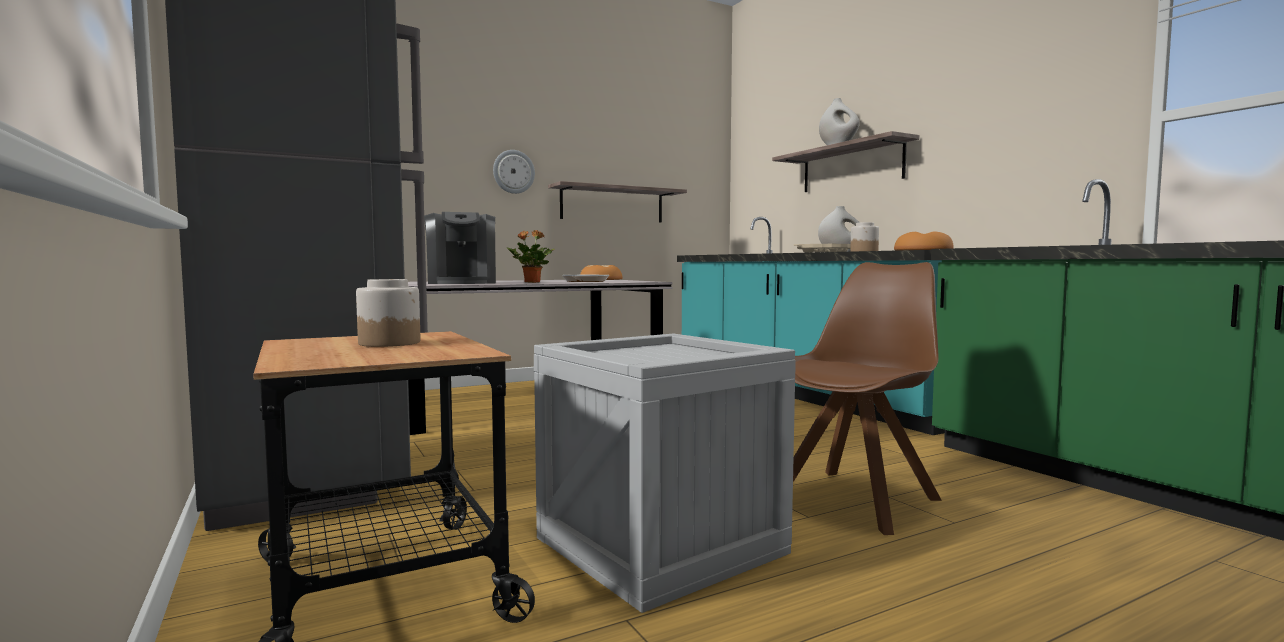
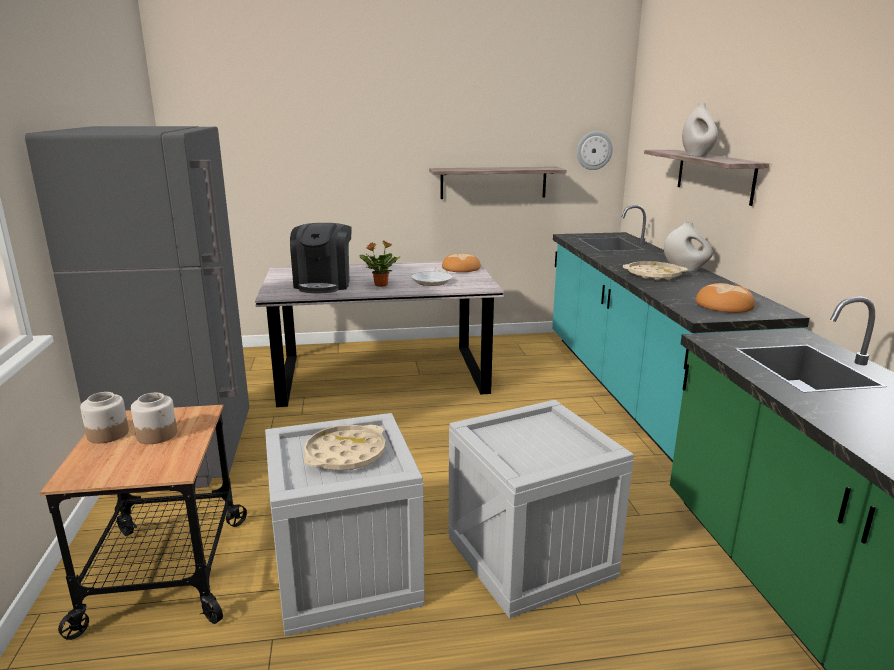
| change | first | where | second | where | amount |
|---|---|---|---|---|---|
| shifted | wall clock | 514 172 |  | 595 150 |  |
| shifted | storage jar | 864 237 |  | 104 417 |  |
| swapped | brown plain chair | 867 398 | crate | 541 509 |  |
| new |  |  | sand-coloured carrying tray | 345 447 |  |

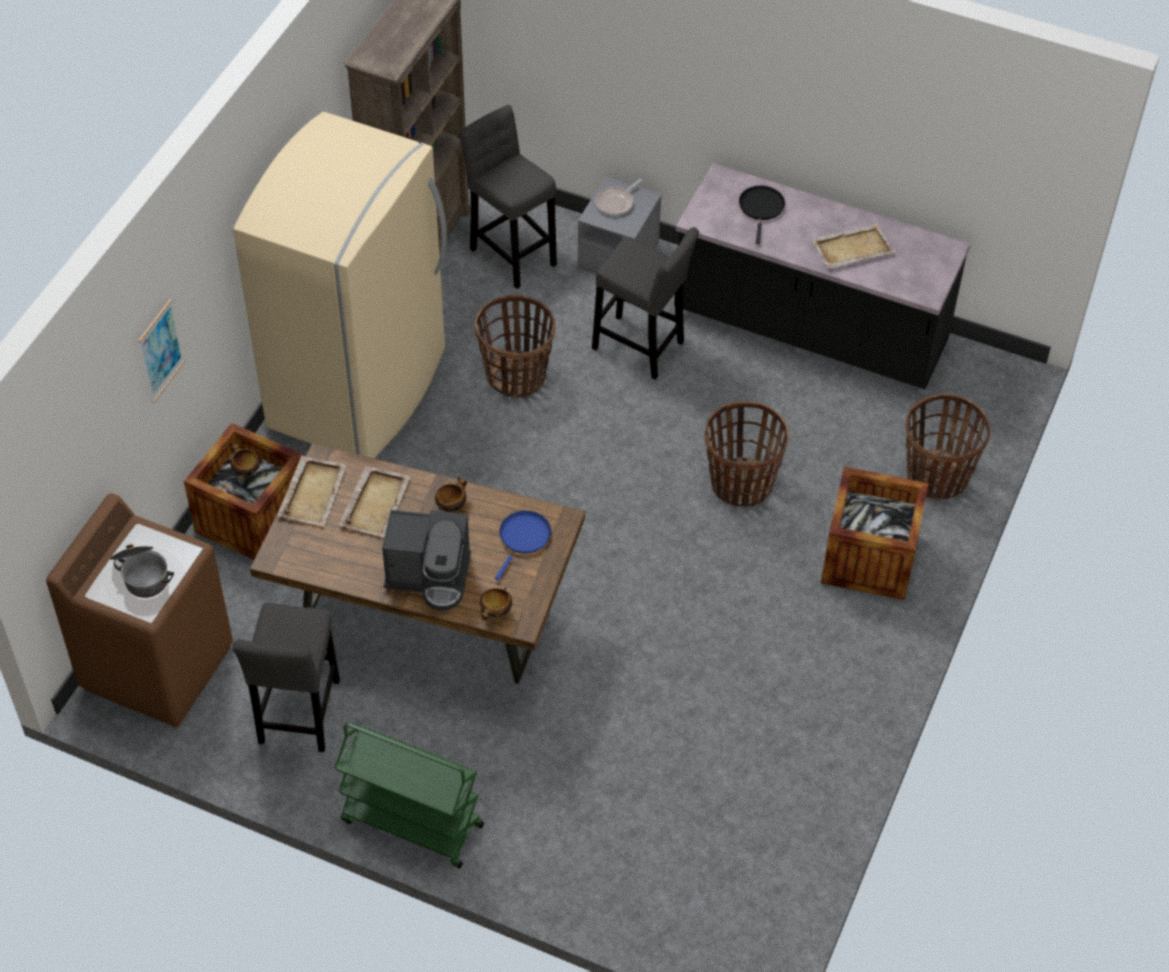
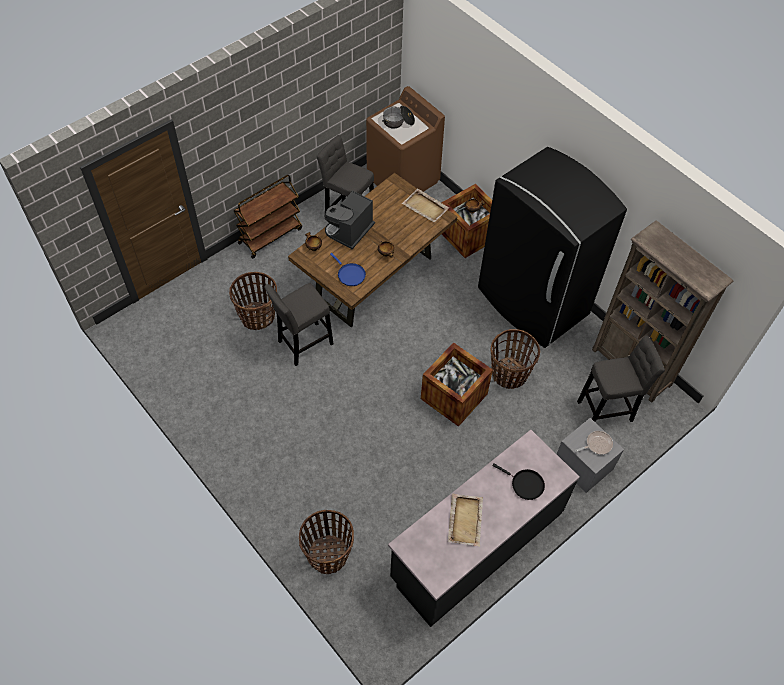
| change | first | where | second | where | amount |
|---|---|---|---|---|---|
| repainted | sand-coloured fridge | 340 285 | black-coloured fridge | 552 247 |  |
| rotated | frying pan | 618 197 |  | 594 443 | 90 degrees clockwise |
| shifted | grey stool seat | 645 303 |  | 299 324 |  |
| gone | picture | 161 351 |  |  |  |
| shifted | basket | 747 454 |  | 253 301 |  |
| gone | sand-coloured carrying tray | 375 501 |  |  |  |
| shifted | crate | 875 533 |  | 457 384 |  |
| repainted | green-coloured trolley | 409 795 | brown trolley | 268 217 |  |

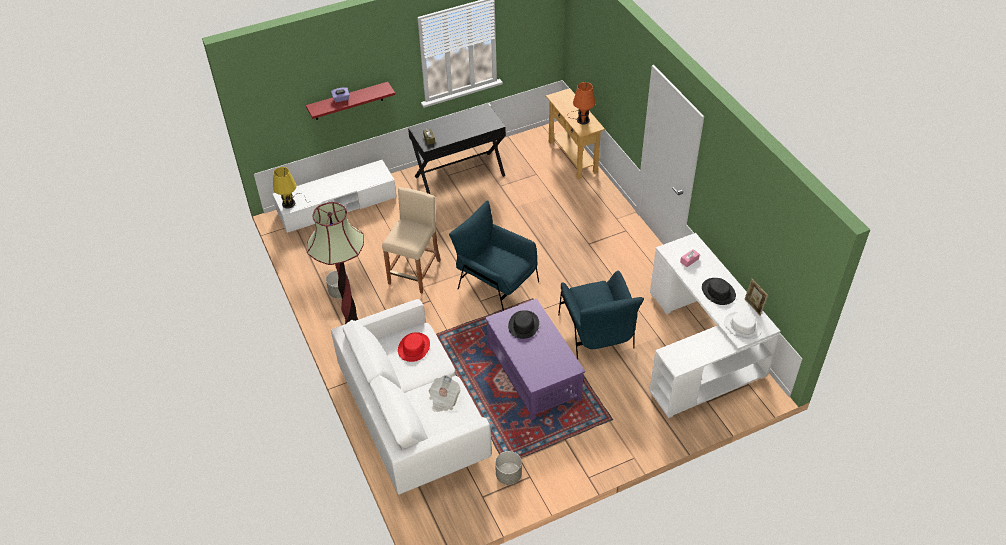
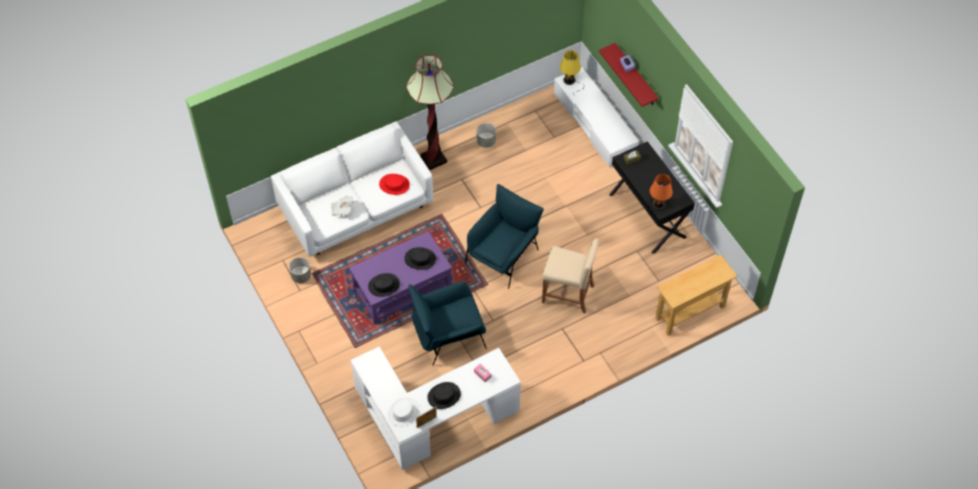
| change | first | where | second | where | amount |
|---|---|---|---|---|---|
| shifted | orange-coloured tabletop lamp | 581 103 |  | 661 192 |  |
| shifted | sand-coloured stool seat | 411 240 |  | 570 276 |  |
| new |  |  | black-coloured clothing hat | 384 285 |  |

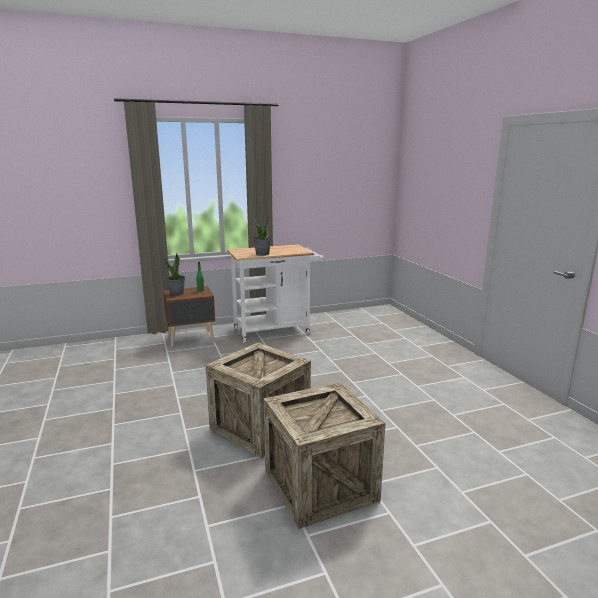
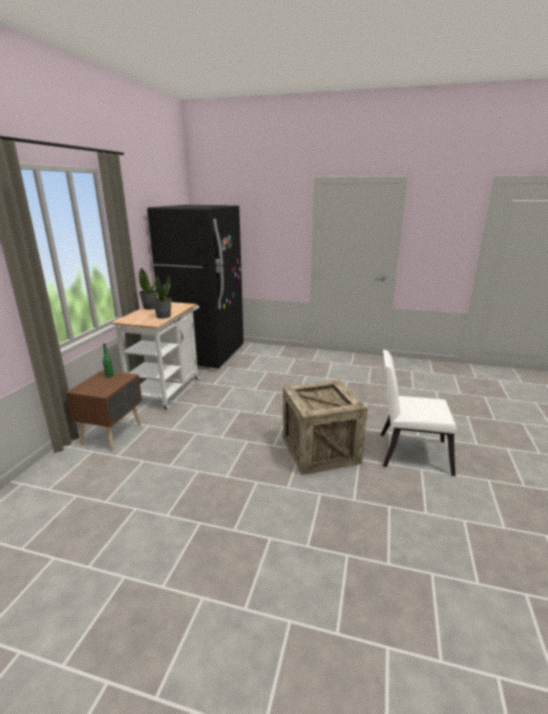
| change | first | where | second | where | amount |
|---|---|---|---|---|---|
| shifted | houseplant | 175 274 |  | 148 289 |  |
| swapped | crate | 324 455 | white-coloured plain chair | 419 413 |  |
| new |  |  | black-coloured fridge | 195 287 |  |

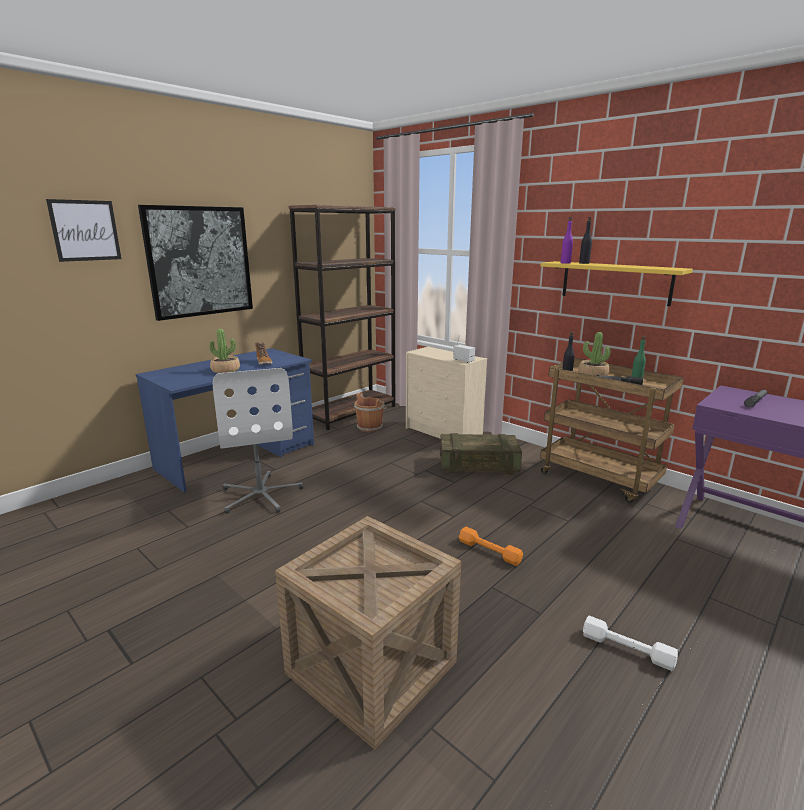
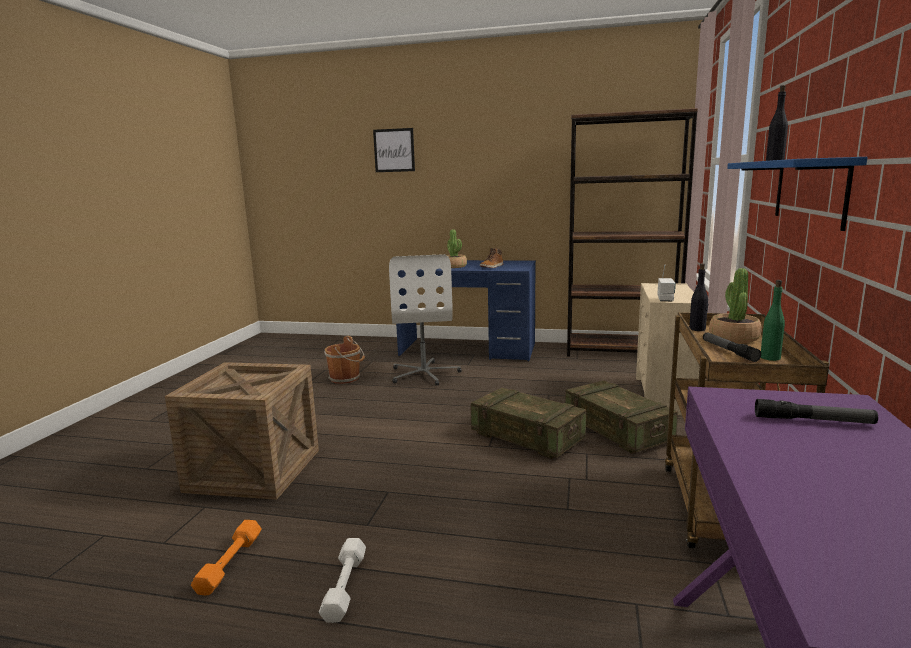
| change | first | where | second | where | amount |
|---|---|---|---|---|---|
| gone | picture | 195 263 |  |  |  |
| gone | purplish bottle | 567 240 |  |  |  |
| repainted | yellow bracket shelf | 617 283 | blue-coloured bracket shelf | 797 194 |  |
| rotated | white-coloured computer chair | 258 441 |  | 425 320 | 45 degrees counterclockwise |
| shifted | brown water bucket | 370 412 |  | 344 360 |  |
| shifted | orange-coloured dumbbell | 491 546 |  | 226 557 |  |
| new |  |  | crate | 528 423 |  |

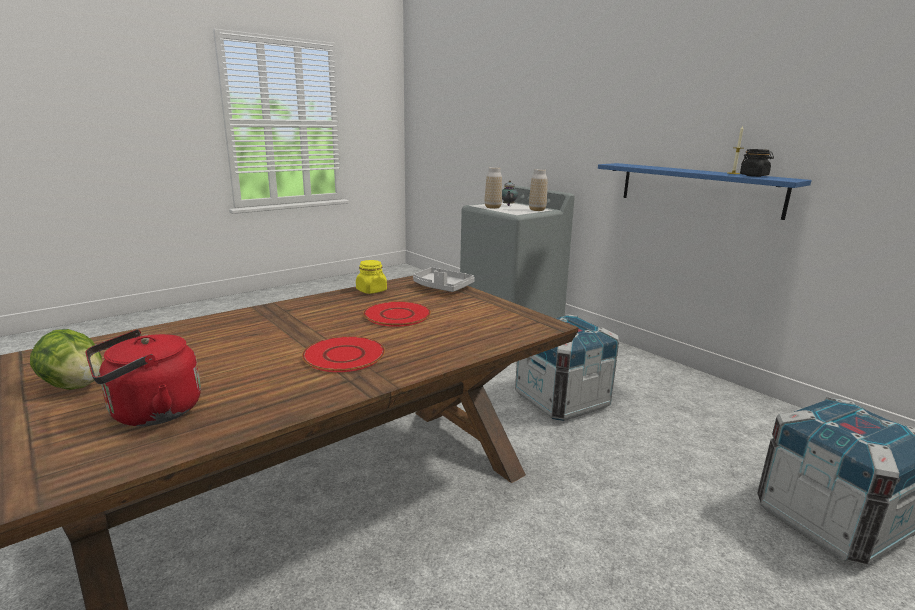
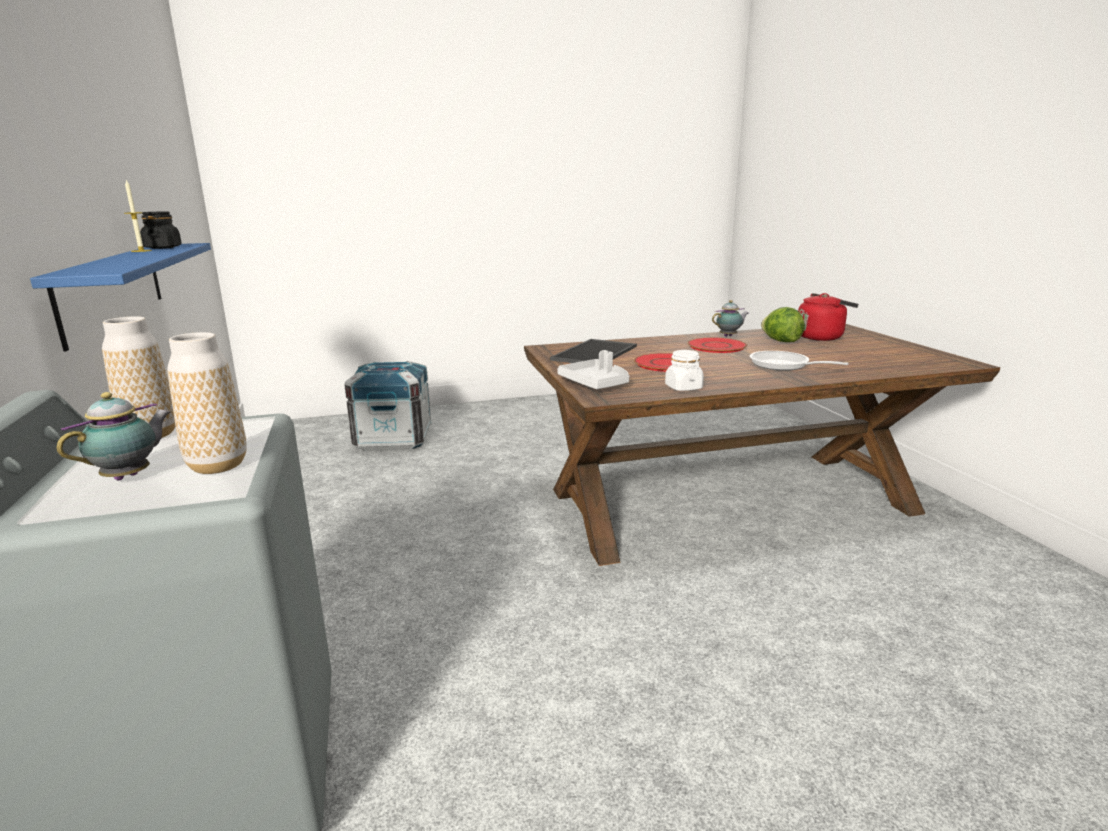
| change | first | where | second | where | amount |
|---|---|---|---|---|---|
| repainted | yellow storage jar | 371 277 | white-coloured storage jar | 684 370 |  |
| gone | crate | 567 367 |  |  |  |
| shifted | lettuce | 66 359 |  | 783 324 |  |
| new |  |  | teapot | 730 318 |  |
| new |  |  | carrying tray | 593 351 |  |
| new |  |  | frying pan | 799 361 |  |

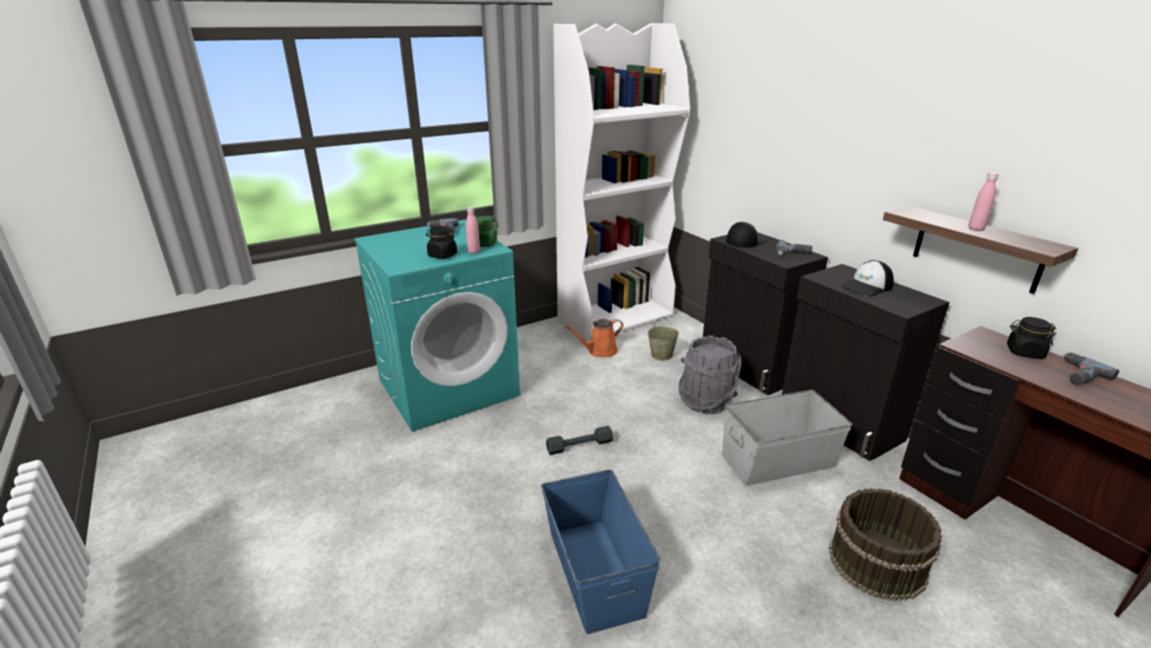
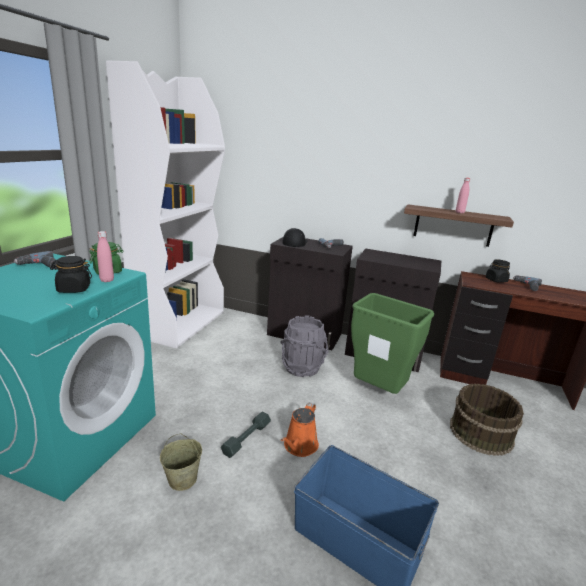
| change | first | where | second | where | amount |
|---|---|---|---|---|---|
| gone | baseball cap | 867 278 |  |  |  |
| shifted | sand-coloured water bucket | 663 338 |  | 181 462 |  |
| shifted | orange-coloured watering pot | 594 338 |  | 300 429 |  |
| swapped | grey storage bin | 787 438 | green-coloured waste bin | 392 343 |  |

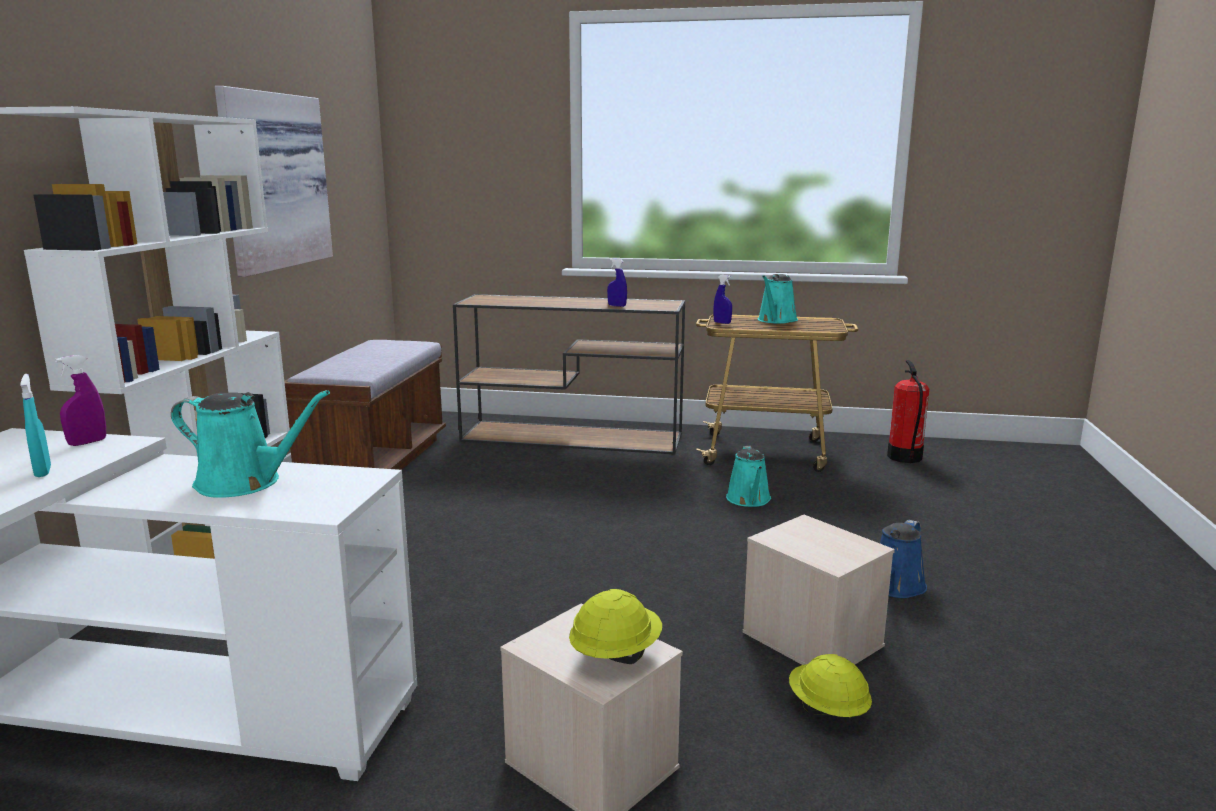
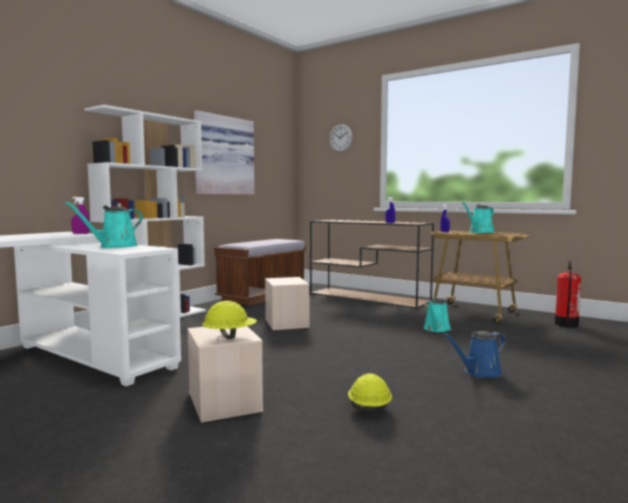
| change | first | where | second | where | amount |
|---|---|---|---|---|---|
| gone | turquoise-coloured hand sprayer | 35 425 |  |  |  |
| rotated | turquoise-coloured watering pot | 250 444 |  | 104 225 | 90 degrees clockwise |
| shifted | sand-coloured storage bin | 819 590 |  | 287 303 |  |
| new |  |  | wall clock | 341 138 |  |

